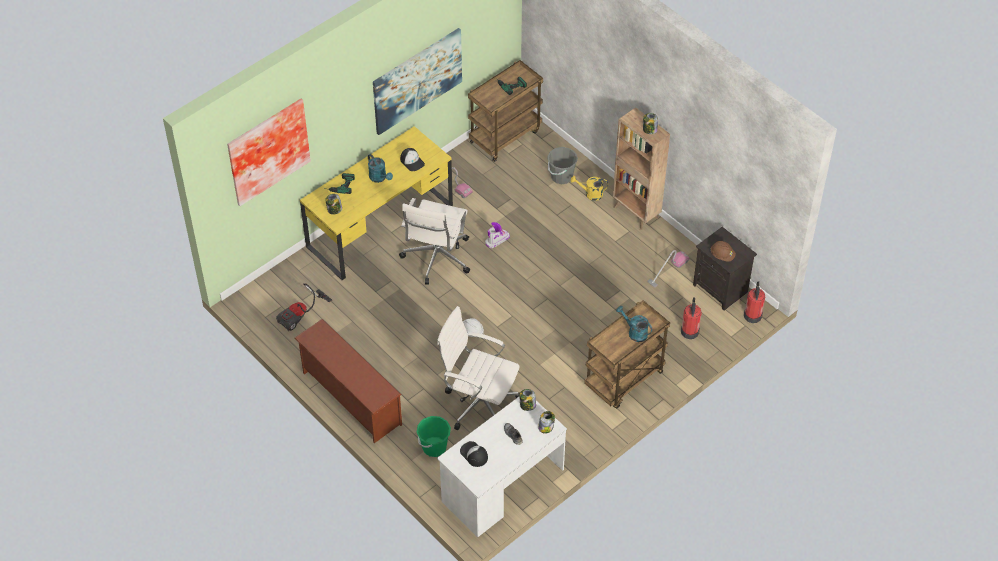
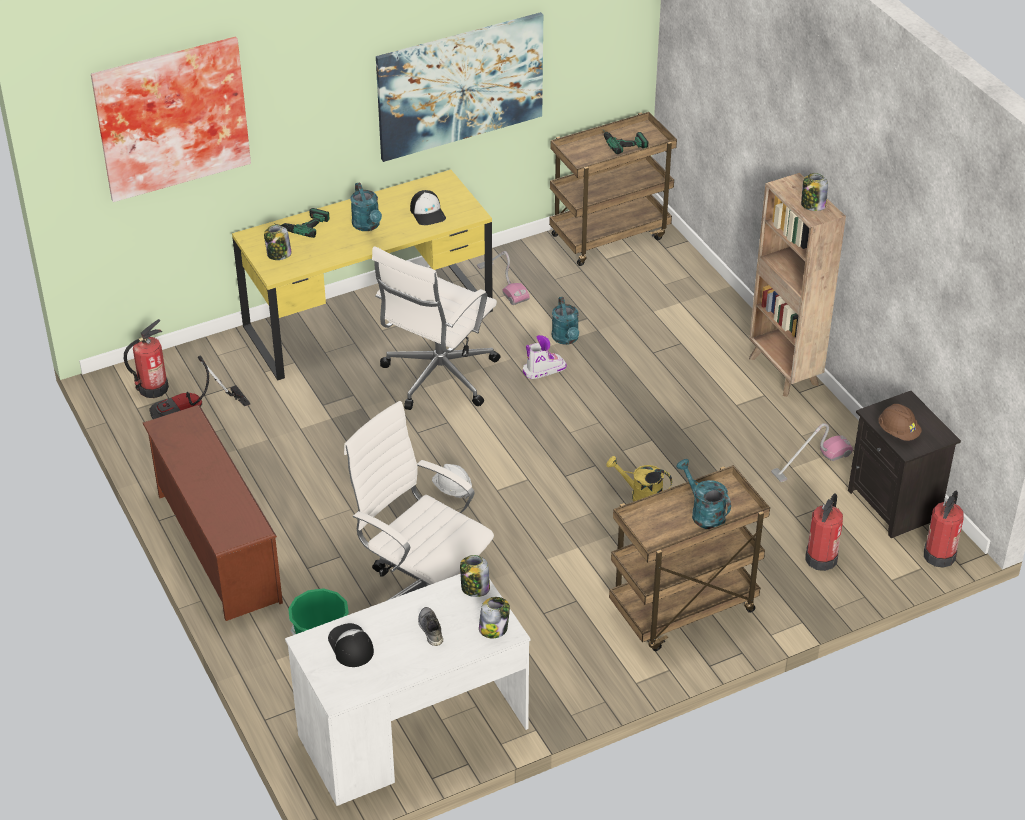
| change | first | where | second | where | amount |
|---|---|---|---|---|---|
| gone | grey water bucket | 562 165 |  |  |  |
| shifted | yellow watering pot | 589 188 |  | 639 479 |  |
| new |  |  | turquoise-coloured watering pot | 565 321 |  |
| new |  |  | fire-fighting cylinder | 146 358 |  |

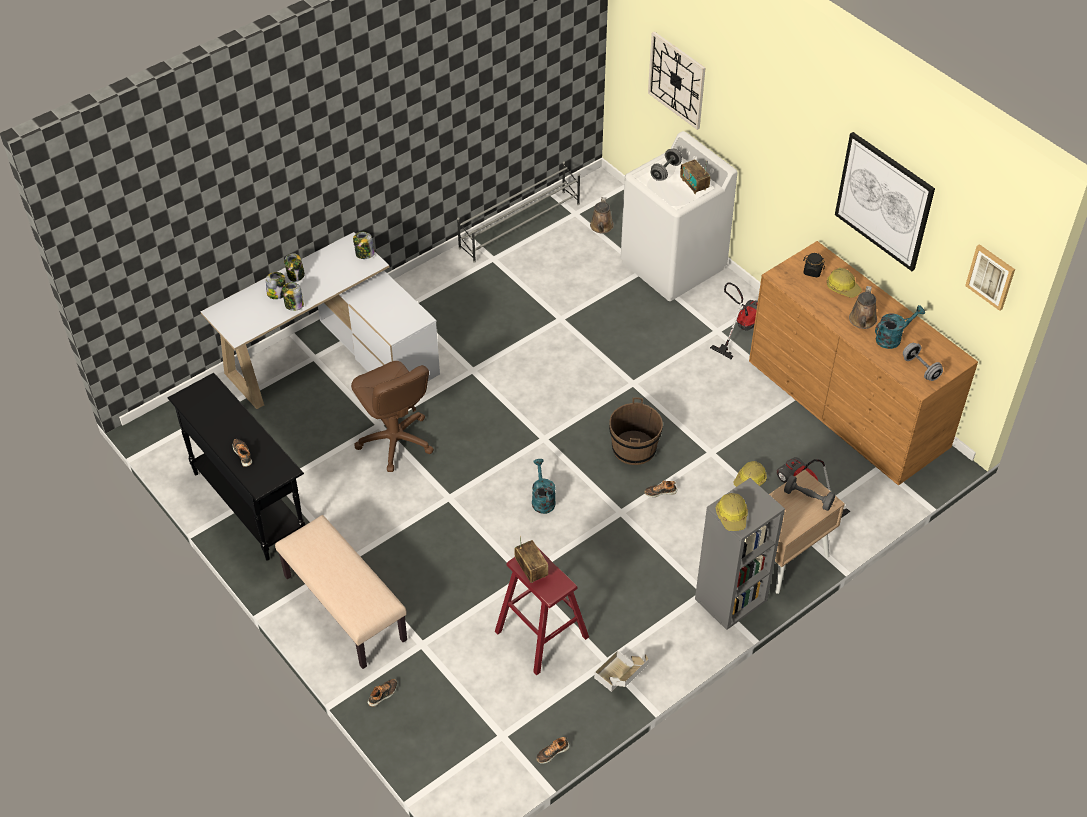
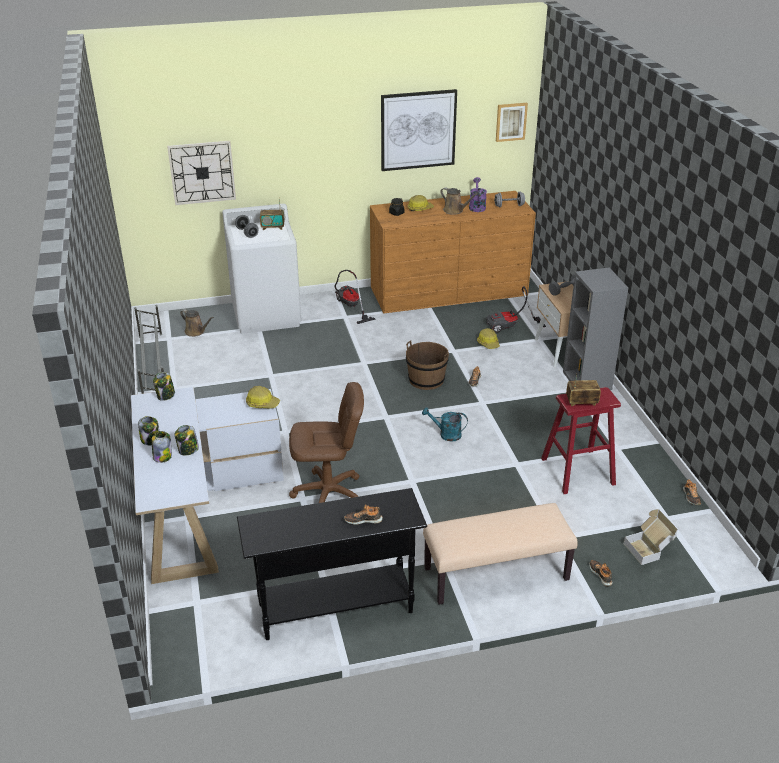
| change | first | where | second | where | amount |
|---|---|---|---|---|---|
| repainted | turquoise-coloured watering pot | 900 327 | purplish watering pot | 478 194 |  |
| shifted | hard hat | 732 512 |  | 263 397 |  |
| shifted | cardboard box | 621 671 |  | 651 537 |  |

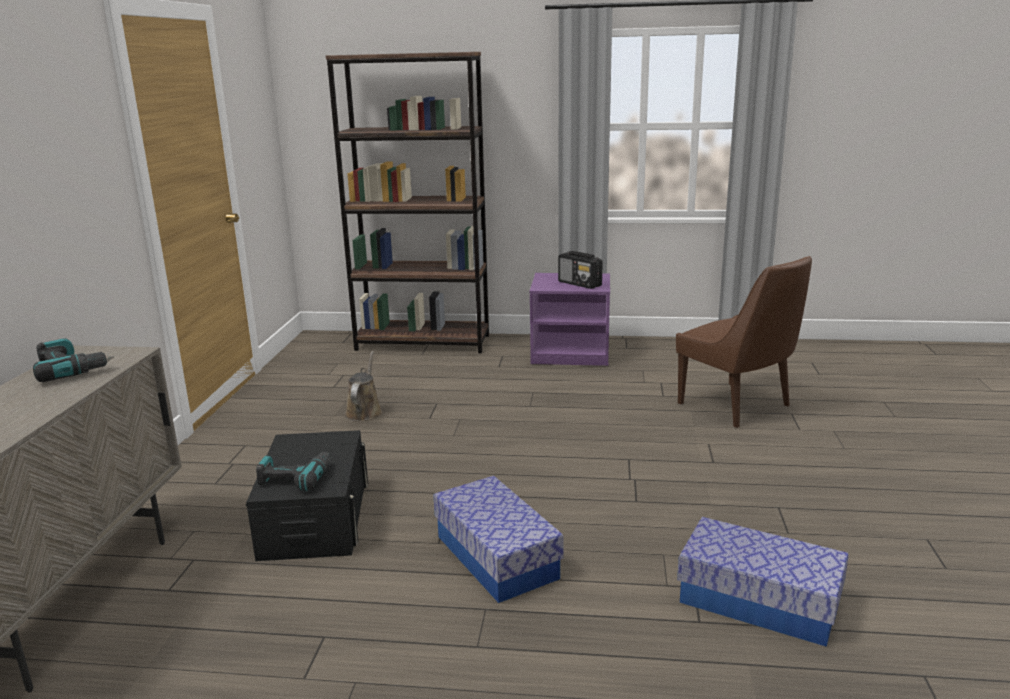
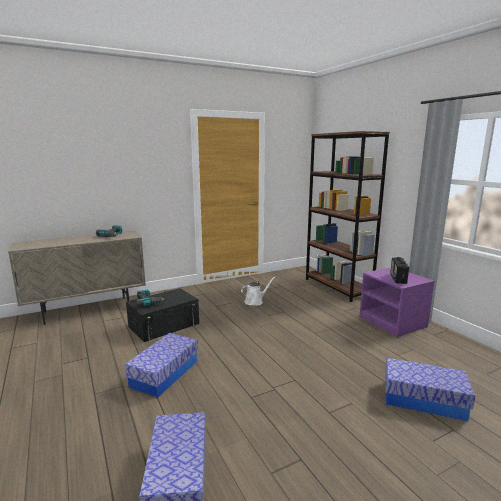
| change | first | where | second | where | amount |
|---|---|---|---|---|---|
| swapped | brown plain chair | 744 342 | storage bin | 430 389 |  |
| repainted | brown watering pot | 363 386 | white-coloured watering pot | 258 291 |  |

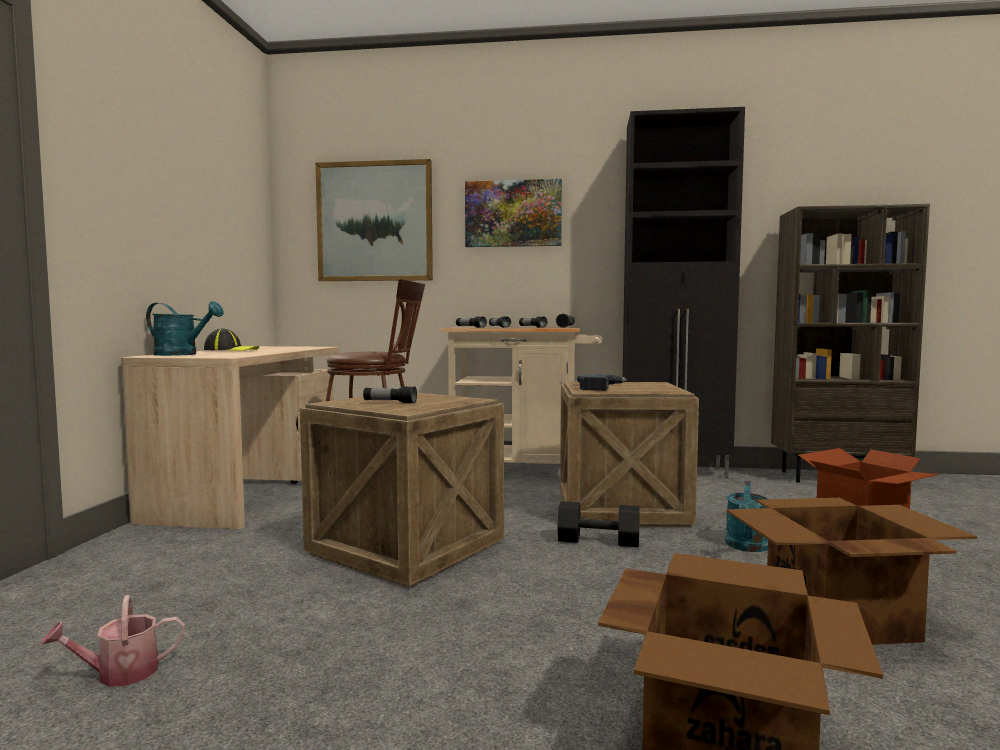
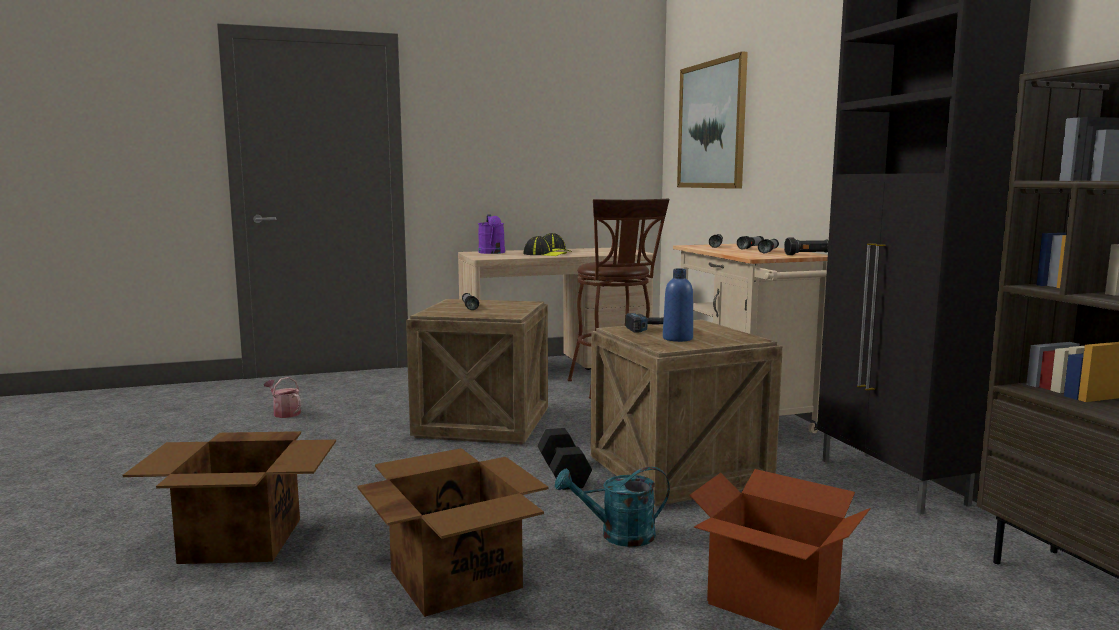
| change | first | where | second | where | amount |
|---|---|---|---|---|---|
| gone | picture | 513 213 |  |  |  |
| repainted | turquoise-coloured watering pot | 185 328 | purplish watering pot | 491 234 |  |
| new |  |  | baseball cap | 545 246 |  |
| new |  |  | blue-coloured bottle | 678 305 |  |

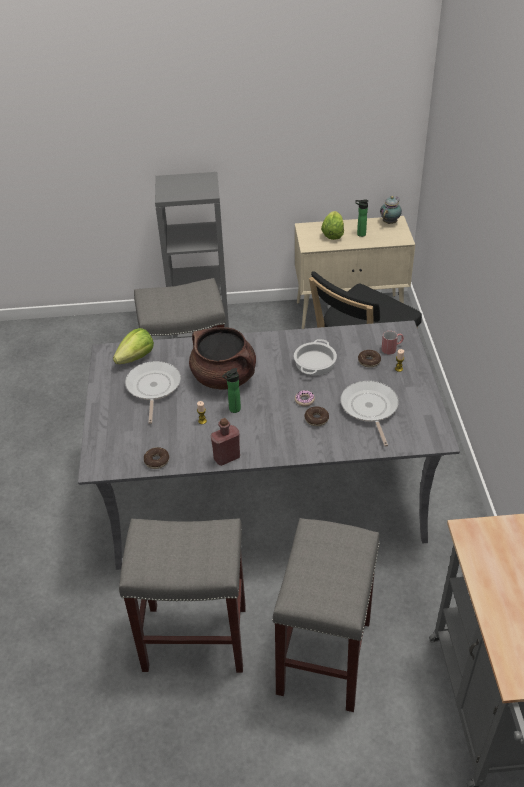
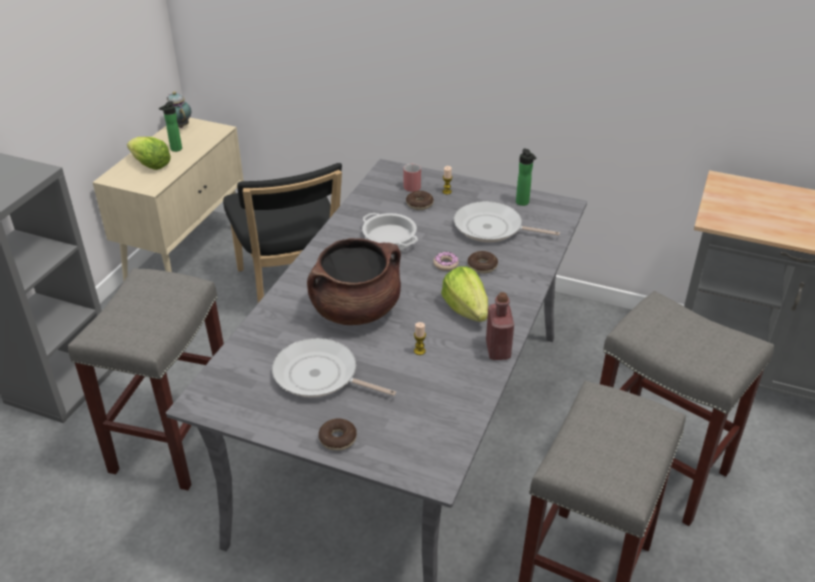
| change | first | where | second | where | amount |
|---|---|---|---|---|---|
| shifted | lettuce | 133 346 |  | 464 294 |  |
| shifted | bottle | 231 390 |  | 526 177 |  |
| shifted | ring doughnut | 156 458 |  | 338 435 |  |

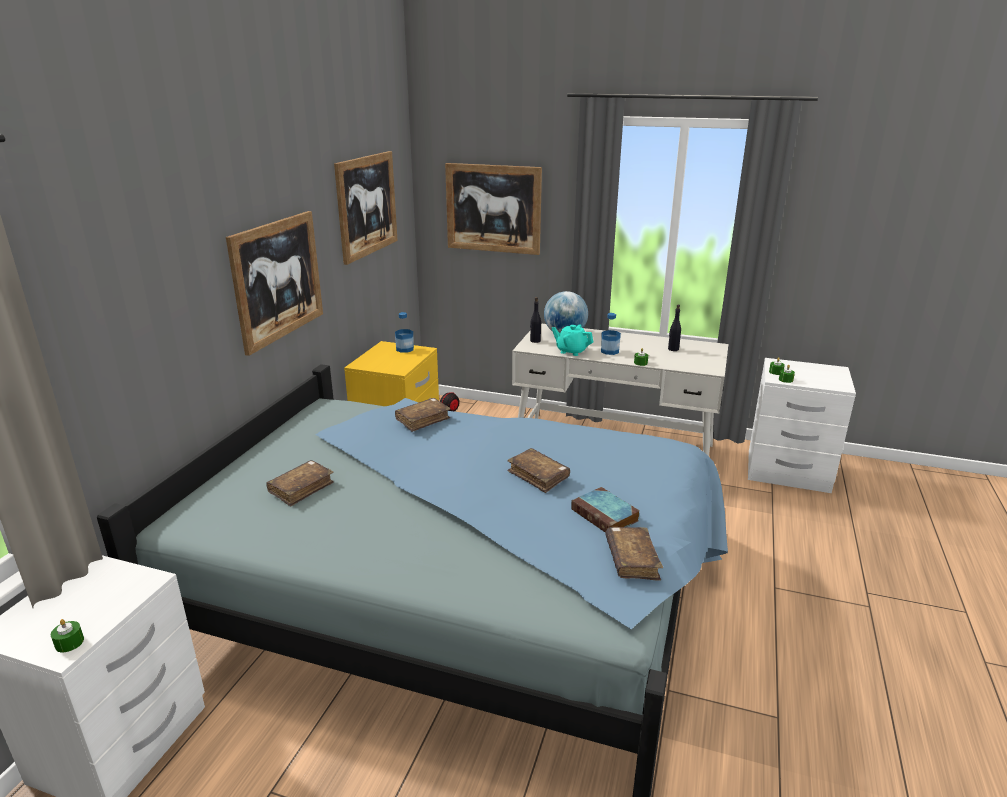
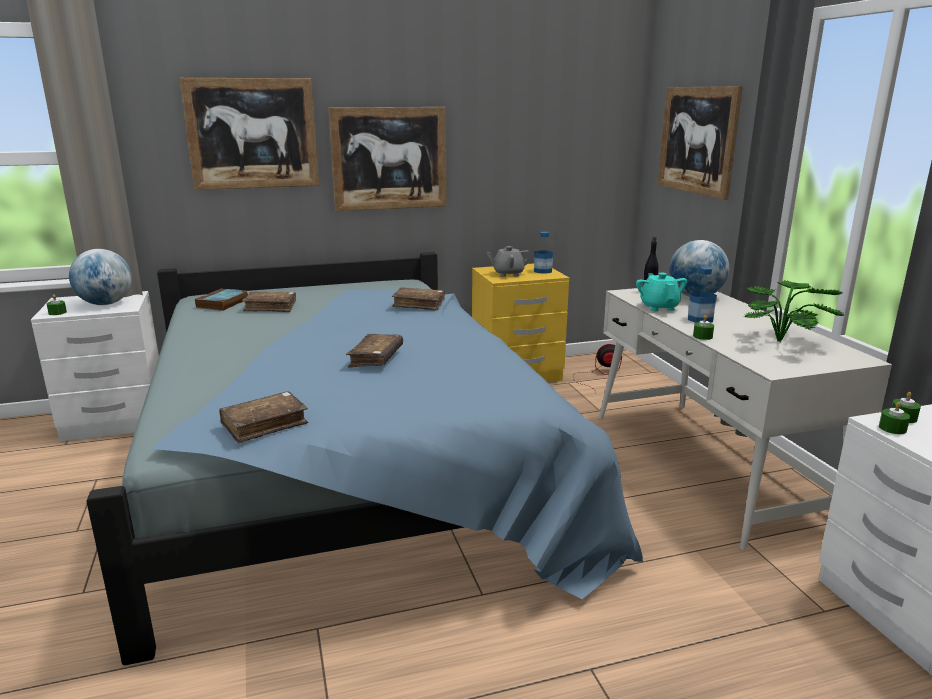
| change | first | where | second | where | amount |
|---|---|---|---|---|---|
| shifted | picture | 366 208 |  | 249 134 |  |
| swapped | black-coloured bottle | 674 328 | houseplant | 794 311 |  |
| shifted | bound book | 605 510 |  | 221 299 |  |
| new |  |  | grey teapot | 508 261 |  |
| new |  |  | globe | 100 277 |  |

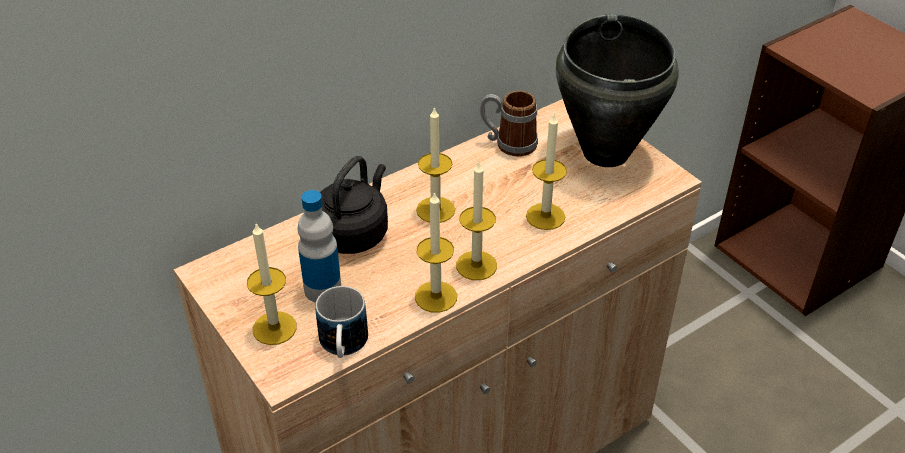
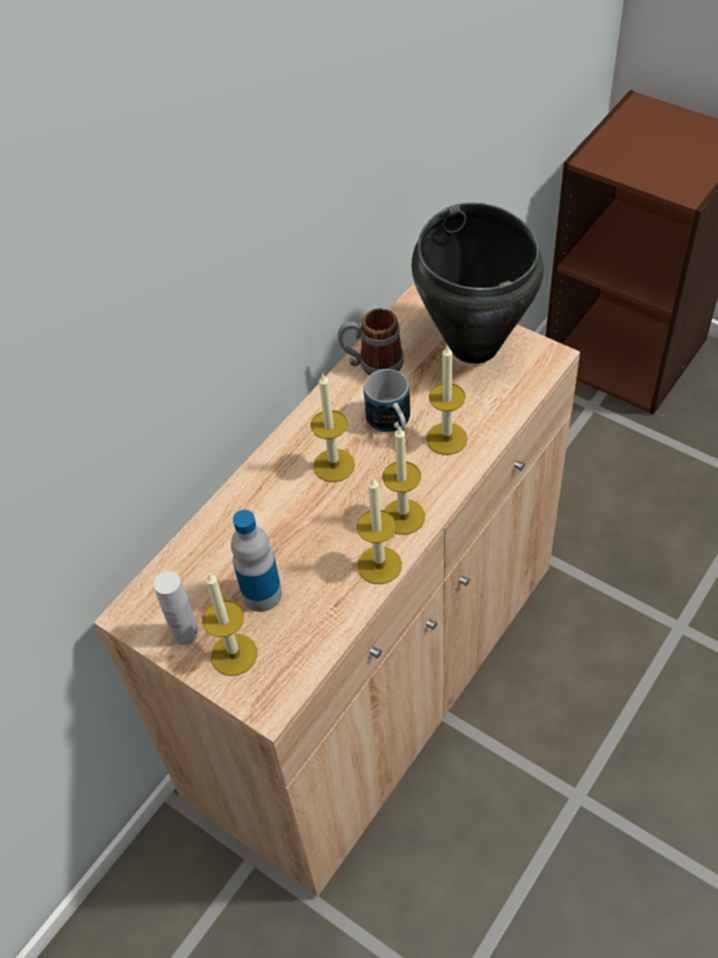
| change | first | where | second | where | amount |
|---|---|---|---|---|---|
| gone | black-coloured water kettle | 354 205 |  |  |  |
| shifted | mug | 341 322 |  | 387 400 |  |
| new |  |  | white-coloured bottle | 176 608 |  |

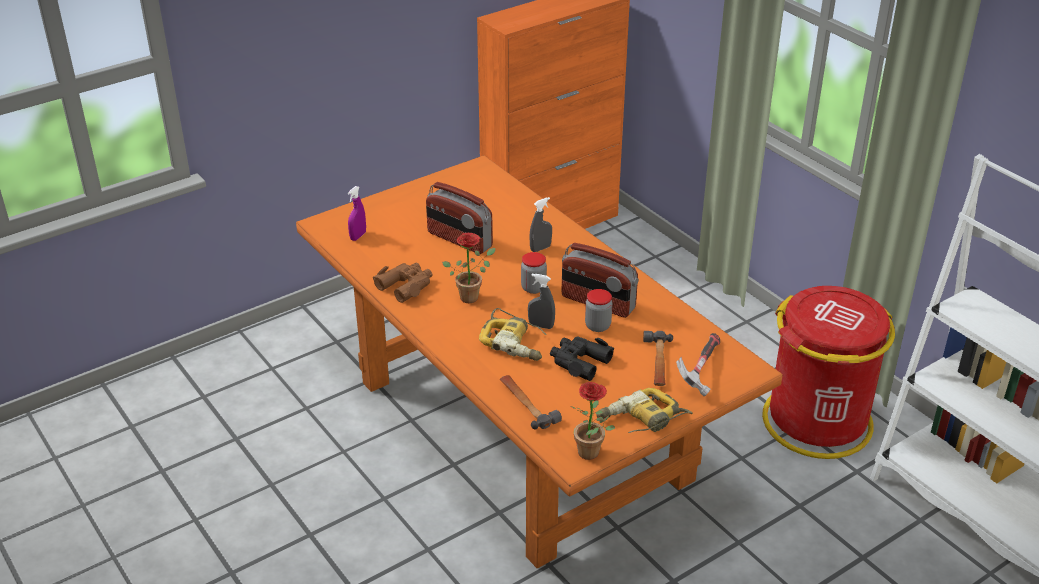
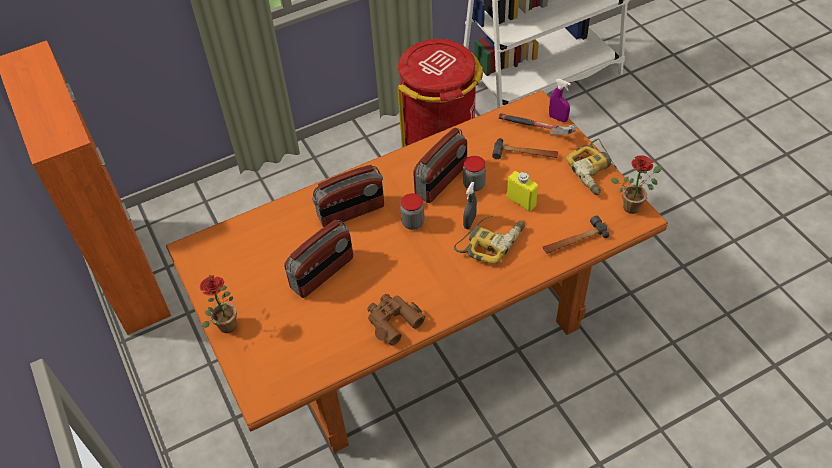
| change | first | where | second | where | amount |
|---|---|---|---|---|---|
| shifted | purplish hand sprayer | 357 213 |  | 560 100 |  |
| swapped | grey hand sprayer | 540 224 | radio receiver | 348 196 |  |
| shifted | houseplant | 469 268 |  | 218 304 |  |
| swapped | black-coloured binoculars | 582 358 | yellow bottle | 522 191 |  |

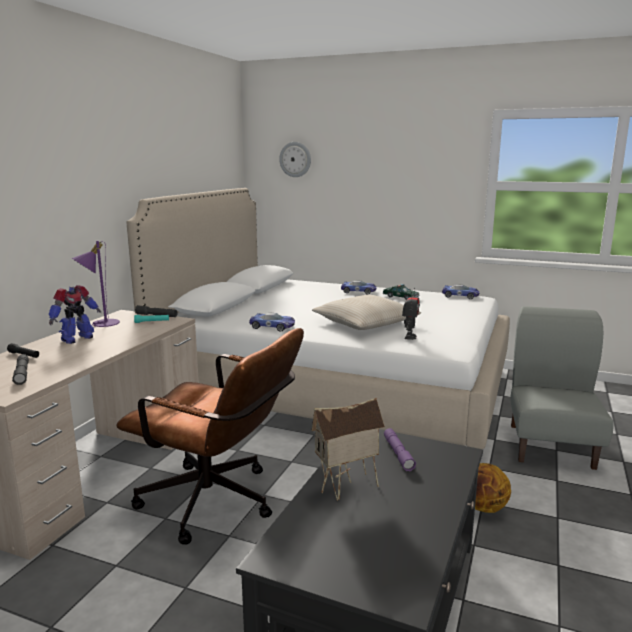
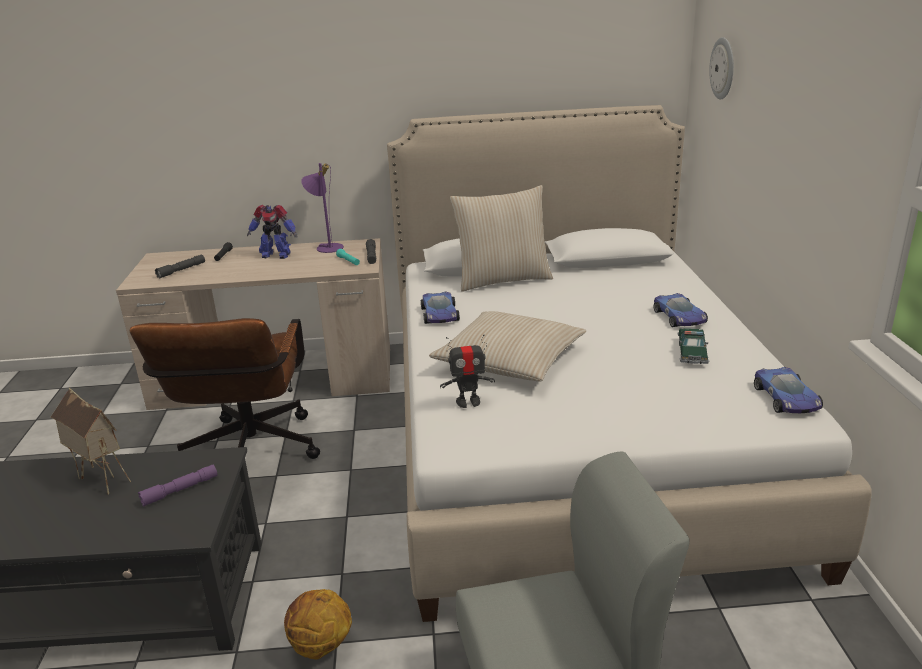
| change | first | where | second | where | amount |
|---|---|---|---|---|---|
| new |  |  | sand-coloured cushion | 501 238 |  |

